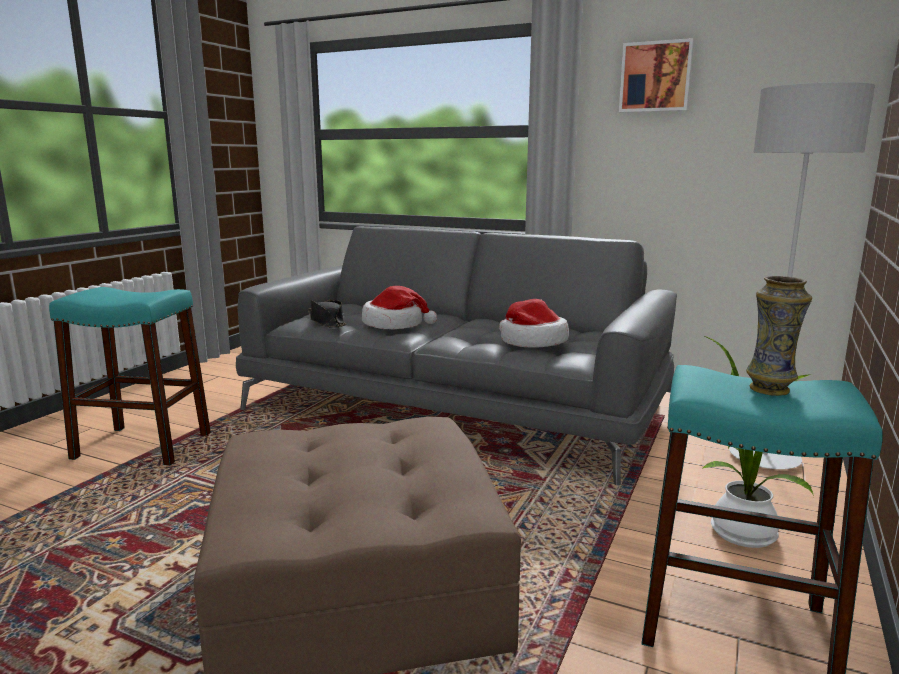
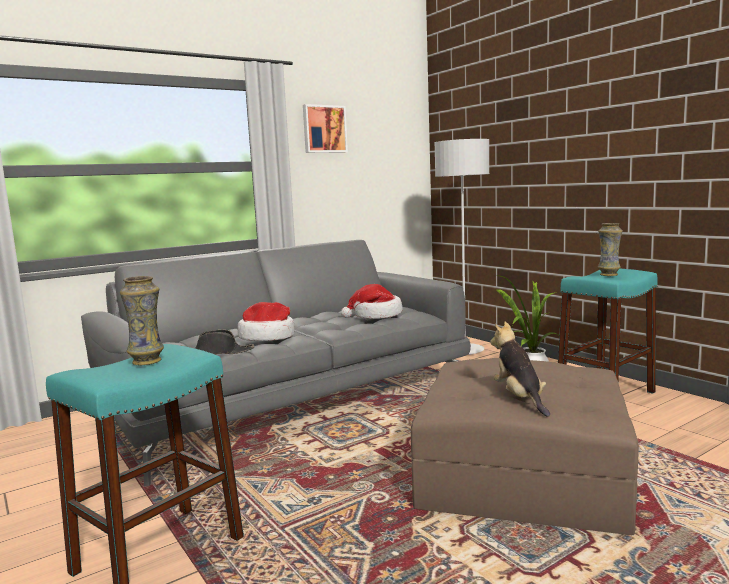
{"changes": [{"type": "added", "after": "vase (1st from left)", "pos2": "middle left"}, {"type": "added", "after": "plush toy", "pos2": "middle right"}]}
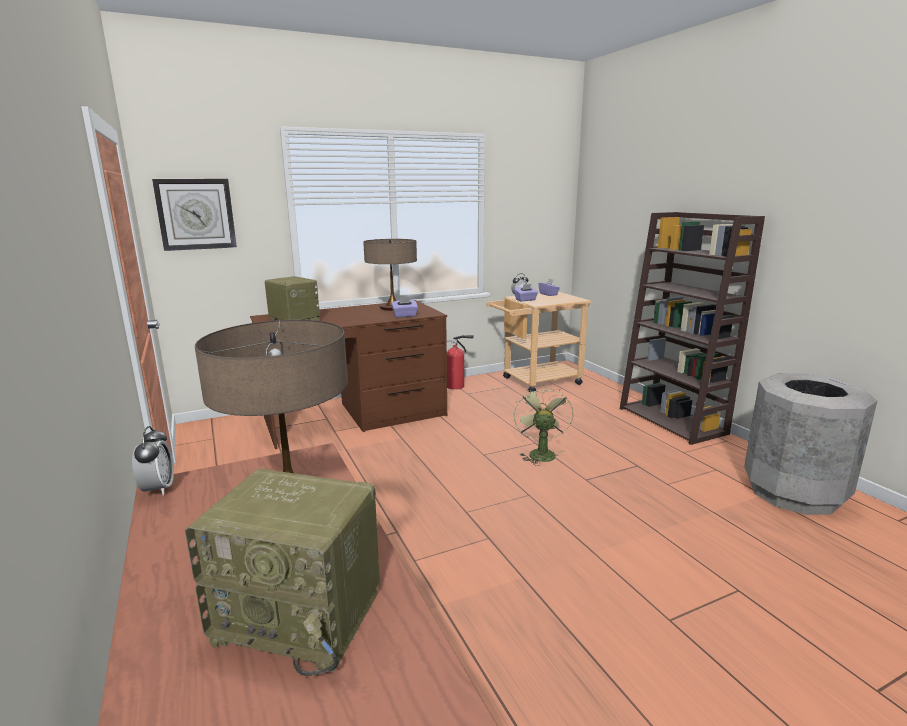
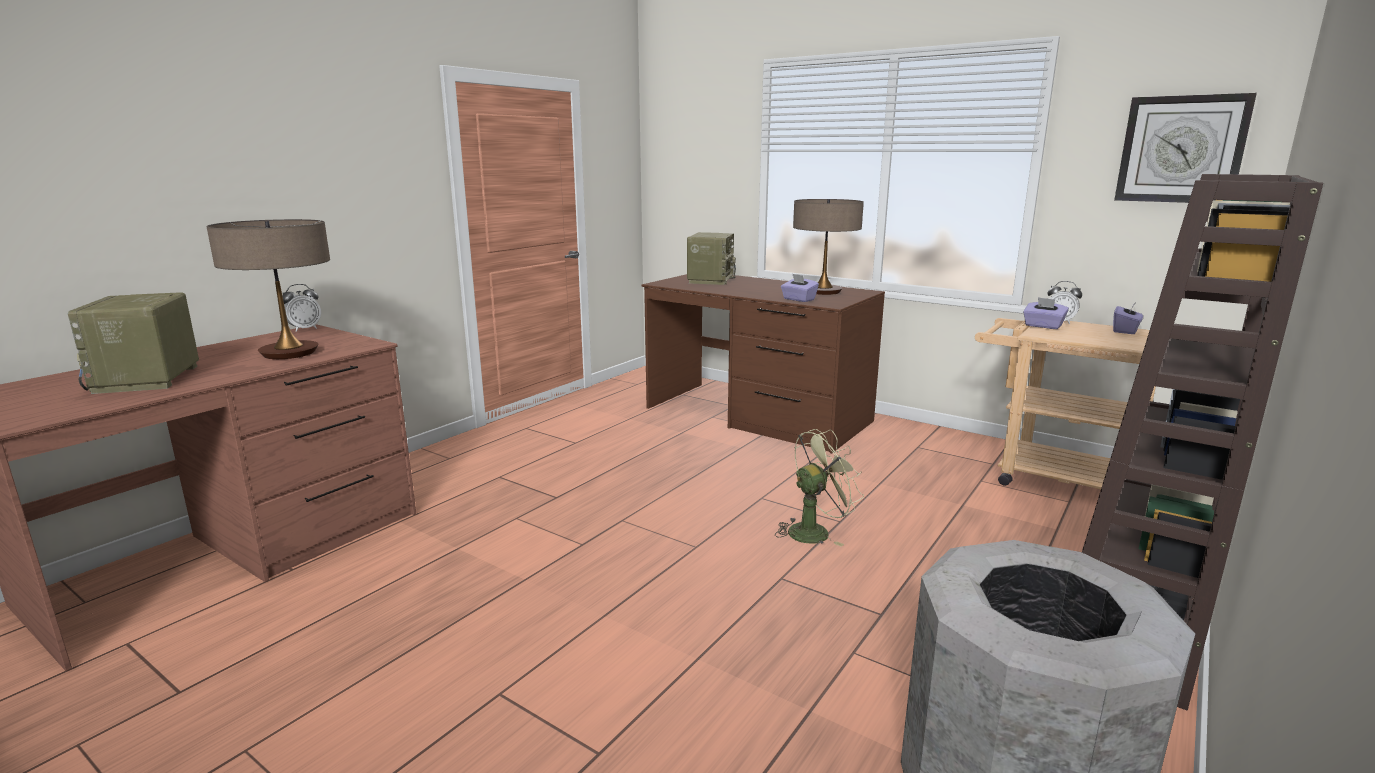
{"changes": [{"type": "moved", "before": "wall clock", "pos1": "top left", "pos2": "top right"}, {"type": "removed", "before": "fire extinguisher", "pos1": "centre"}]}
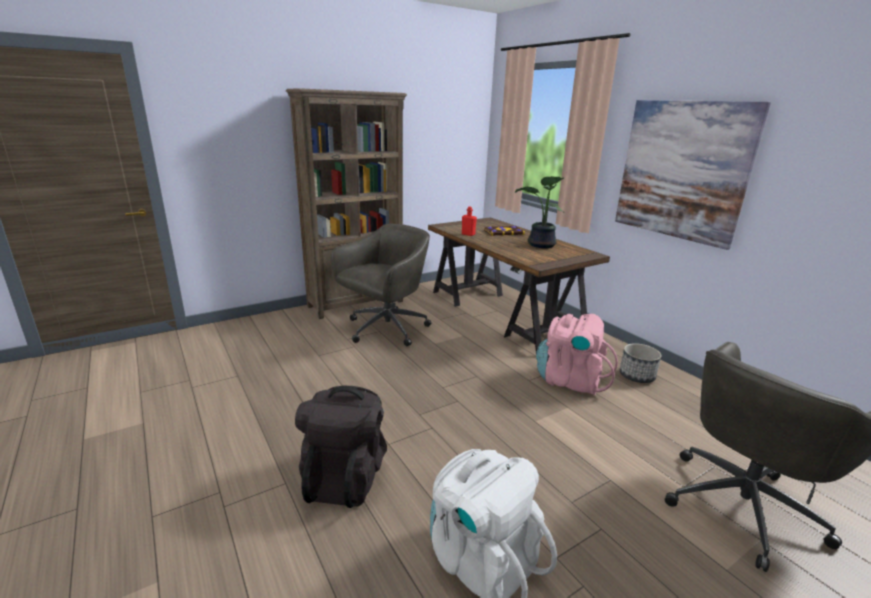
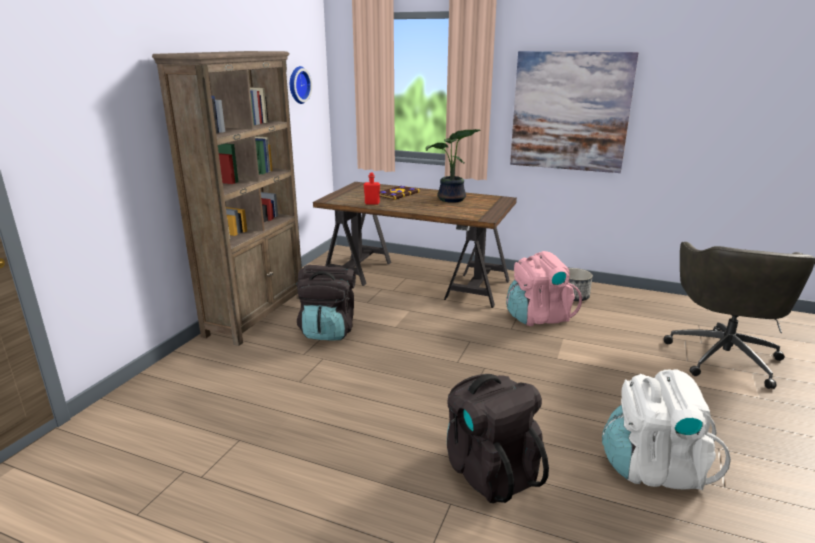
{"changes": [{"type": "added", "after": "wall clock", "pos2": "top centre"}, {"type": "replaced", "before": "office chair/grey (1st from left)", "after": "backpack/black (1st from left)", "pos1": "centre", "pos2": "centre"}]}
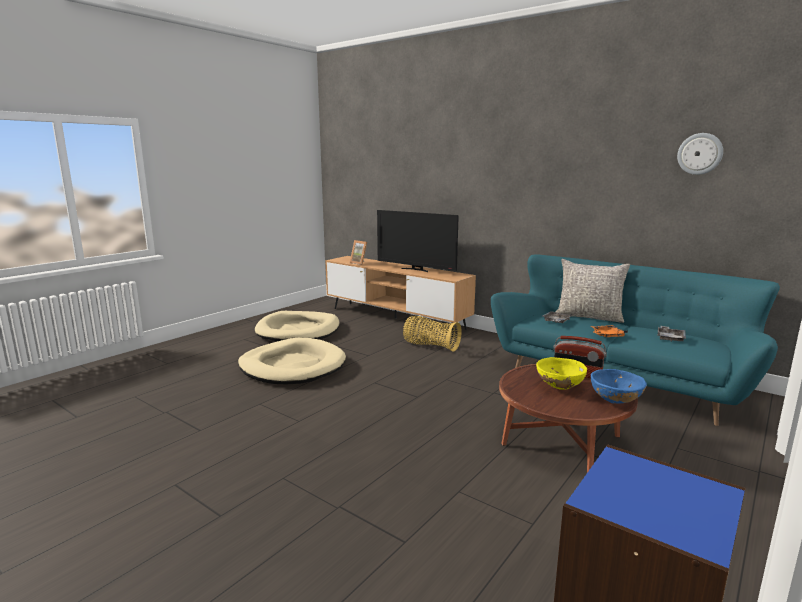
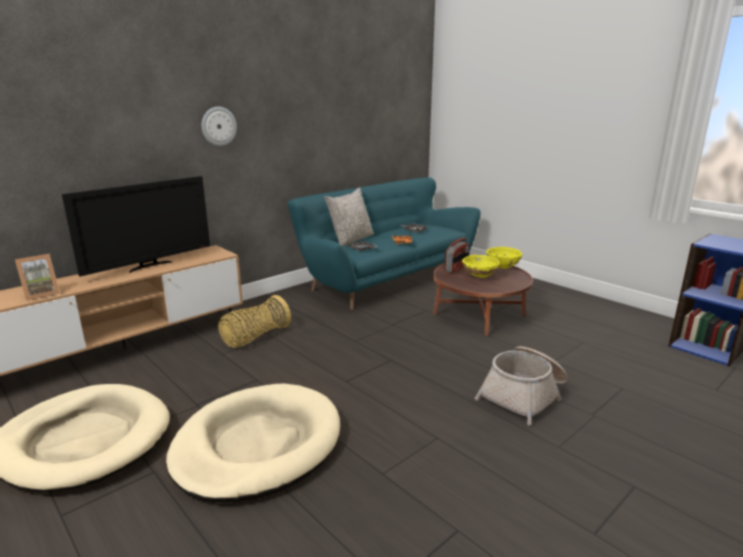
{"changes": [{"type": "moved", "before": "wall clock", "pos1": "top right", "pos2": "top left"}, {"type": "added", "after": "basket (2nd from left)", "pos2": "bottom right"}, {"type": "recoloured", "before": "bowl/blue", "after": "bowl/yellow (2nd from left)", "pos1": "middle right", "pos2": "middle right"}]}
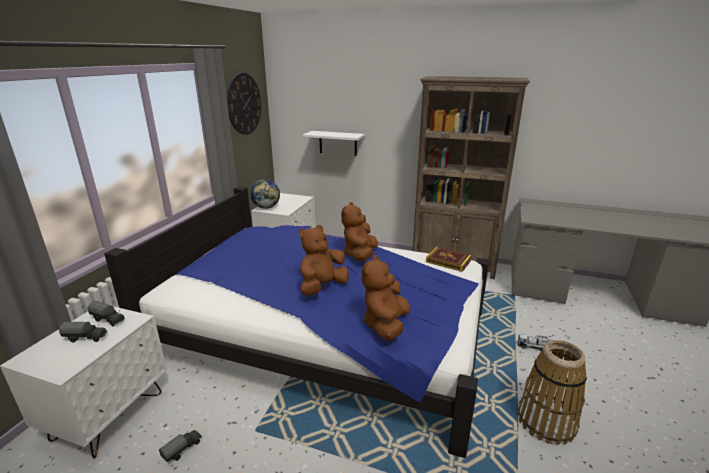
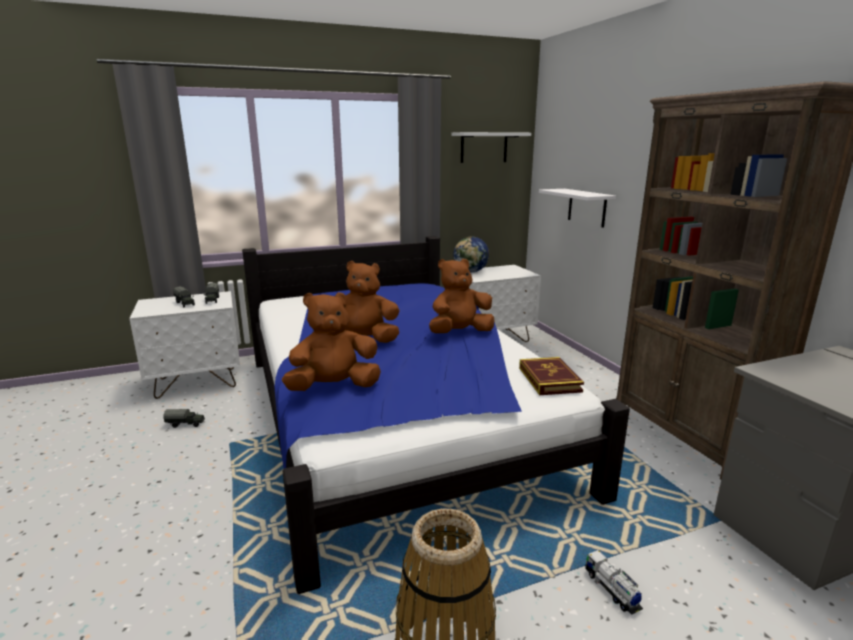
{"changes": [{"type": "replaced", "before": "wall clock", "after": "shelf/white (1st from left)", "pos1": "top centre", "pos2": "top centre"}]}
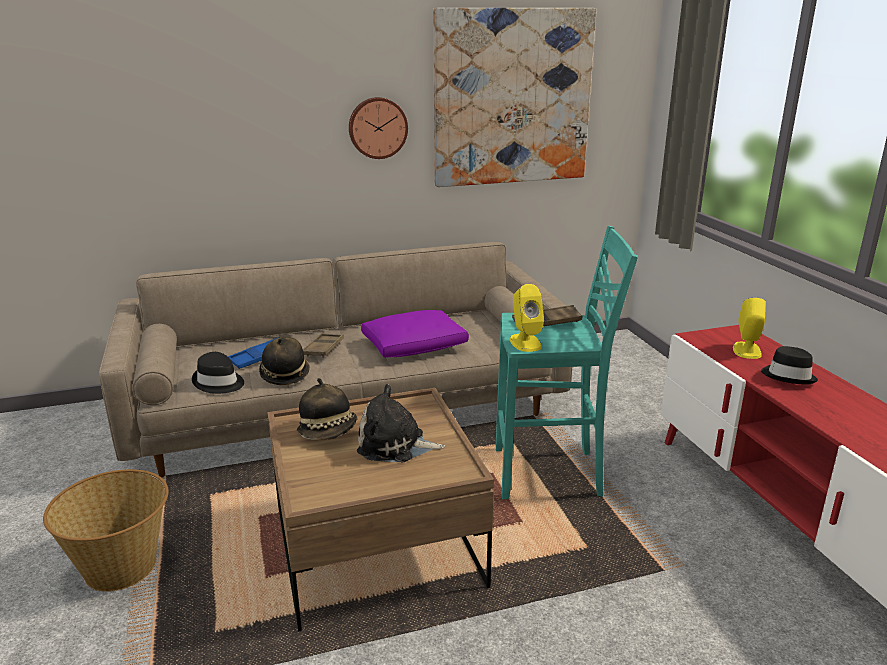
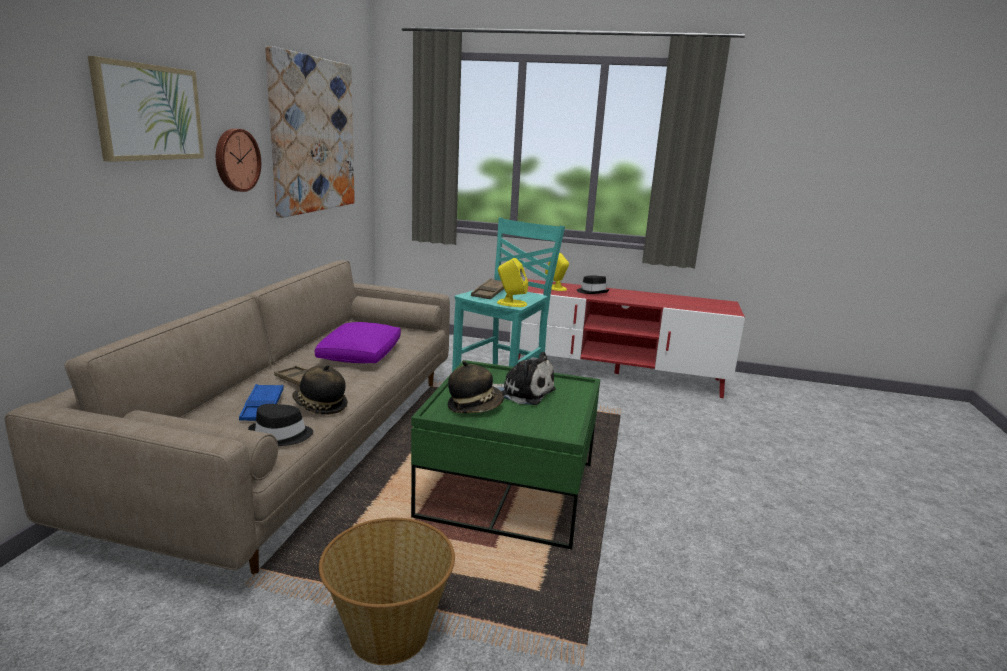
{"changes": [{"type": "added", "after": "picture (1st from left)", "pos2": "top left"}, {"type": "recoloured", "before": "coffee table/brown", "after": "coffee table/green", "pos1": "bottom centre", "pos2": "bottom centre"}, {"type": "turned", "before": "plush toy", "pos1": "centre", "pos2": "centre", "turn": -105}]}
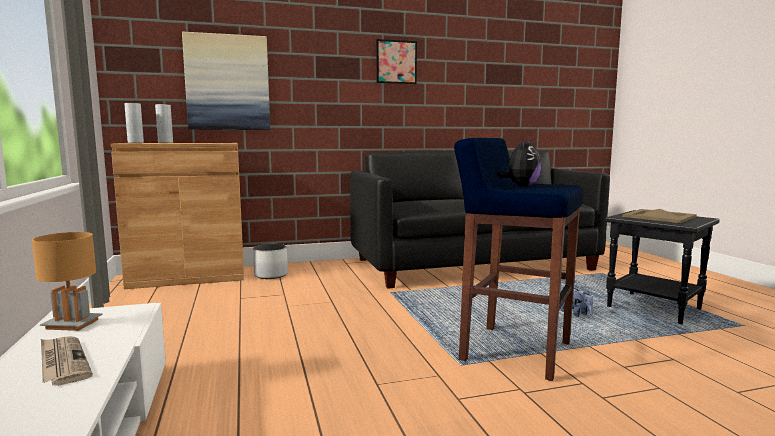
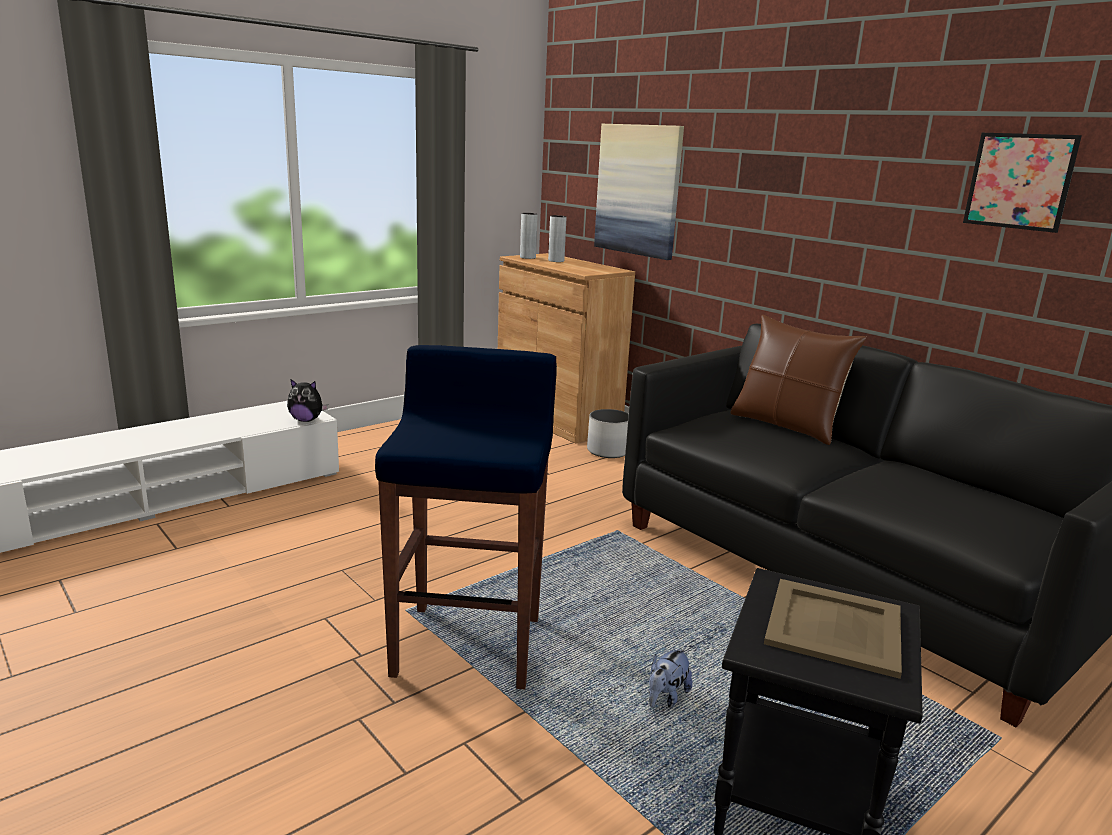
{"changes": [{"type": "moved", "before": "plush toy (1st from left)", "pos1": "middle right", "pos2": "middle left"}, {"type": "added", "after": "pillow/brown", "pos2": "middle right"}, {"type": "moved", "before": "picture (2nd from left)", "pos1": "top centre", "pos2": "top right"}, {"type": "removed", "before": "table lamp/brown", "pos1": "middle left"}, {"type": "removed", "before": "newspaper", "pos1": "bottom left"}]}
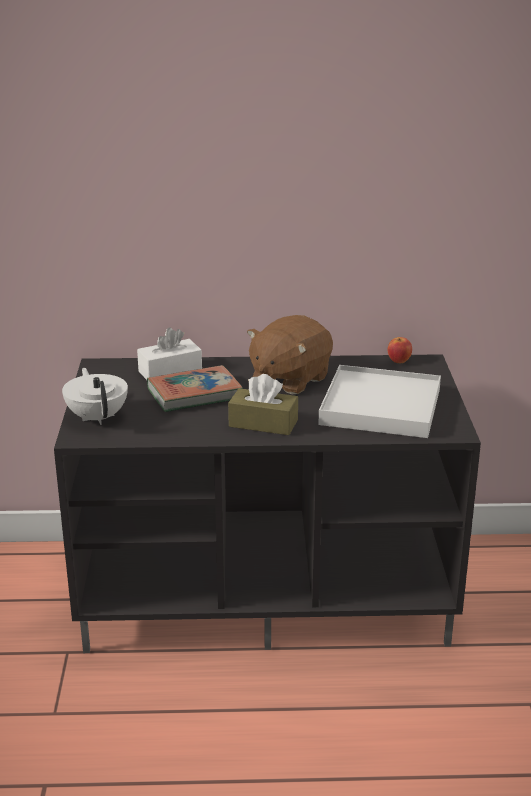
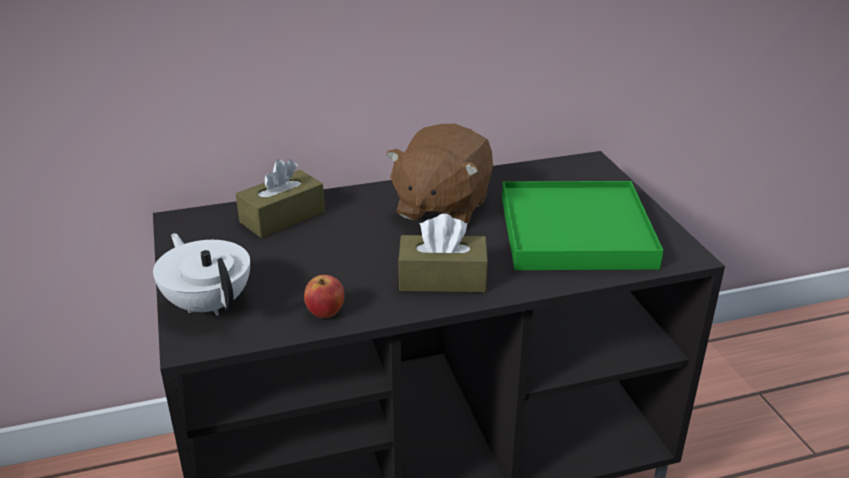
{"changes": [{"type": "recoloured", "before": "tissue box/white", "after": "tissue box/brown (1st from left)", "pos1": "middle left", "pos2": "middle left"}, {"type": "moved", "before": "apple", "pos1": "middle right", "pos2": "centre"}, {"type": "recoloured", "before": "tray/white", "after": "tray/green", "pos1": "middle right", "pos2": "middle right"}, {"type": "removed", "before": "book", "pos1": "centre"}]}
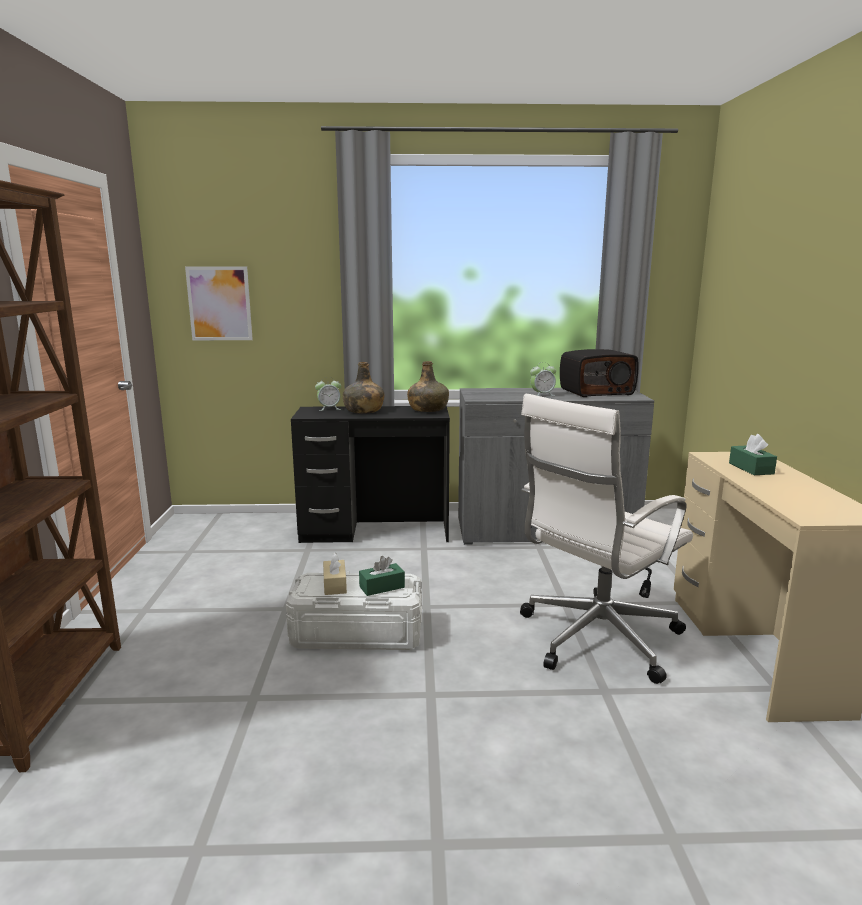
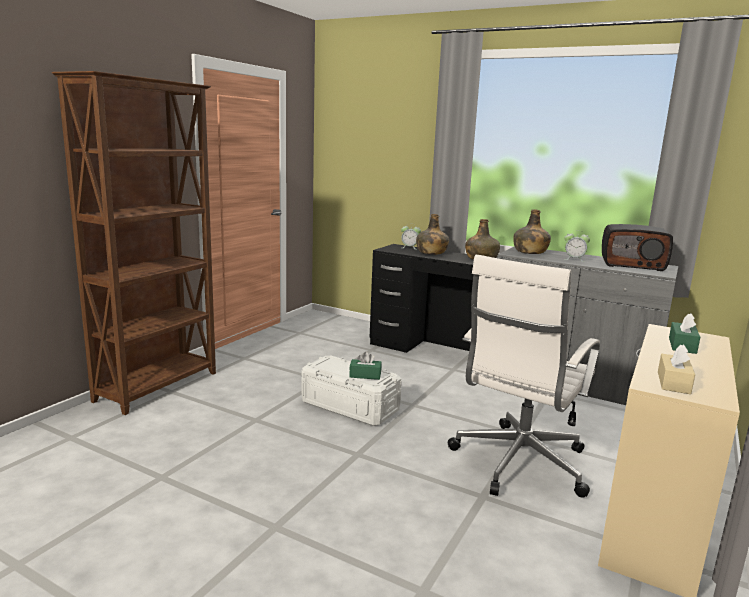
{"changes": [{"type": "turned", "before": "office chair/white", "pos1": "middle right", "pos2": "middle right", "turn": -45}, {"type": "added", "after": "bottle/green (3rd from left)", "pos2": "middle right"}, {"type": "moved", "before": "tissue box/beige", "pos1": "centre", "pos2": "middle right"}, {"type": "removed", "before": "picture", "pos1": "middle left"}]}
